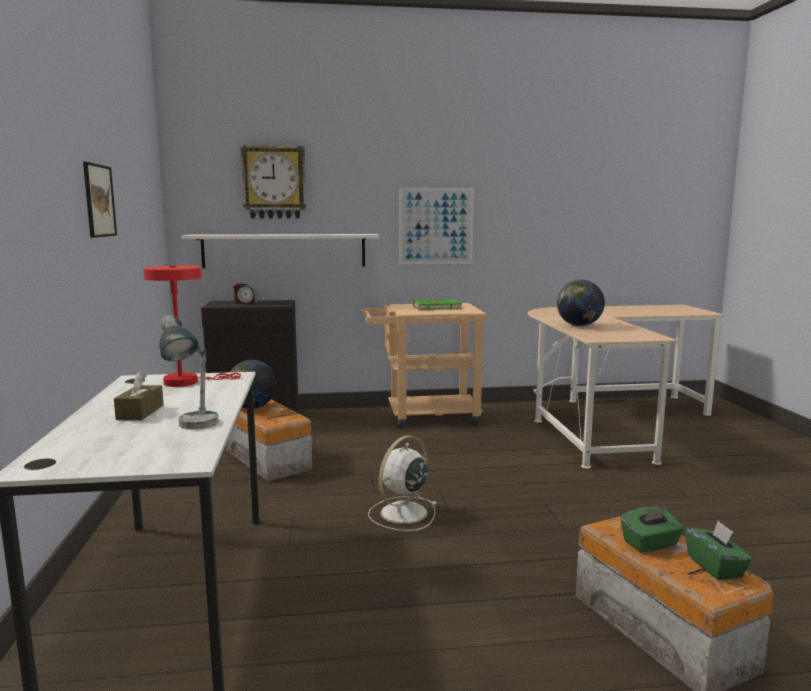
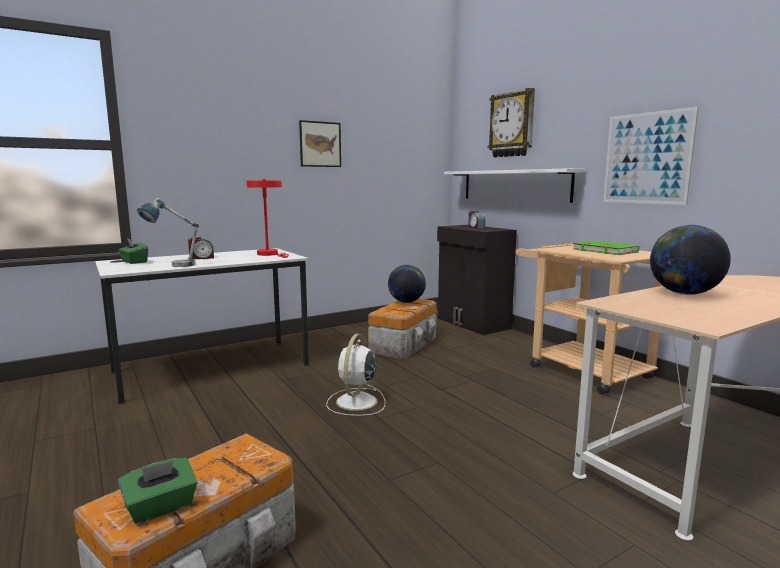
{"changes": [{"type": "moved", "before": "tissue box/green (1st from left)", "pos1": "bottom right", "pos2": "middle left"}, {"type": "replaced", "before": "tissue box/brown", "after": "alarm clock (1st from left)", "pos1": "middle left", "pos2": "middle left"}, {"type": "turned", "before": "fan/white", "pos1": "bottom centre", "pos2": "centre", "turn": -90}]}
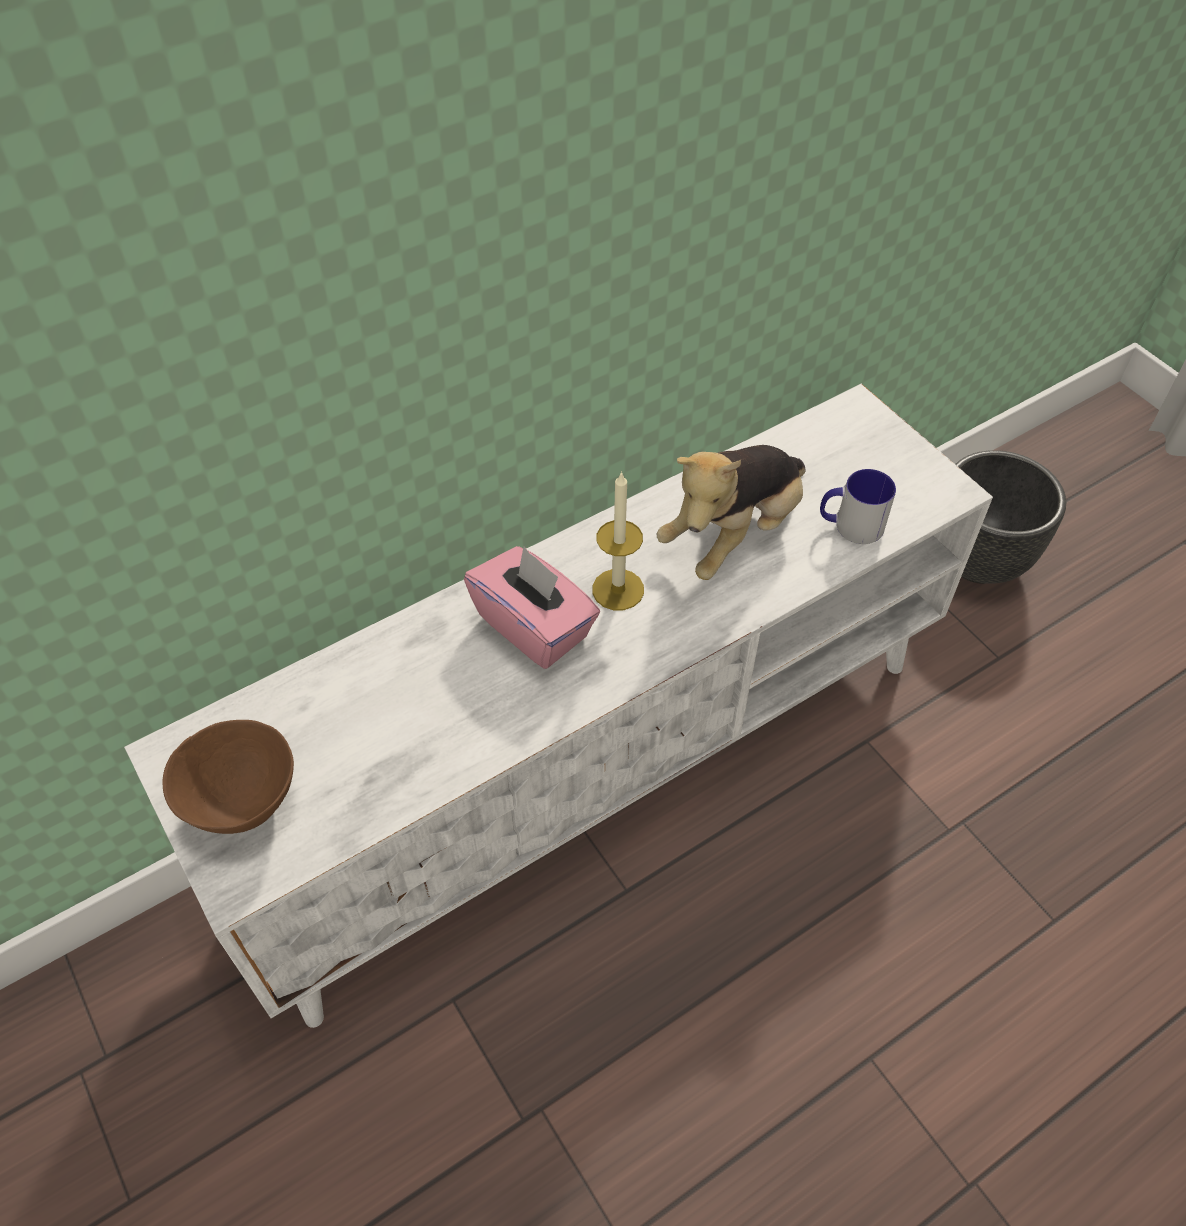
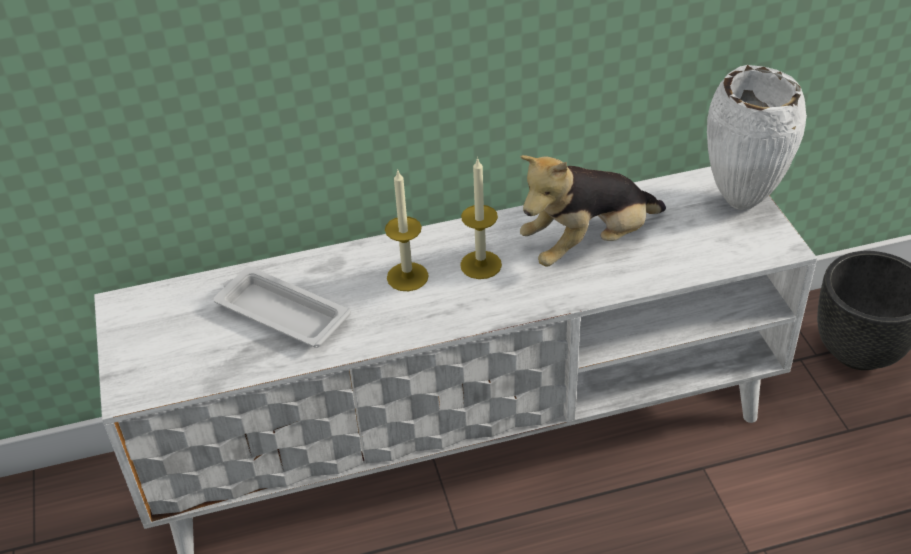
{"changes": [{"type": "added", "after": "tray/white", "pos2": "middle left"}, {"type": "replaced", "before": "tissue box/pink", "after": "candle (1st from left)", "pos1": "centre", "pos2": "centre"}, {"type": "added", "after": "vase/white", "pos2": "top right"}, {"type": "removed", "before": "bowl/brown", "pos1": "middle left"}, {"type": "removed", "before": "mug", "pos1": "middle right"}]}
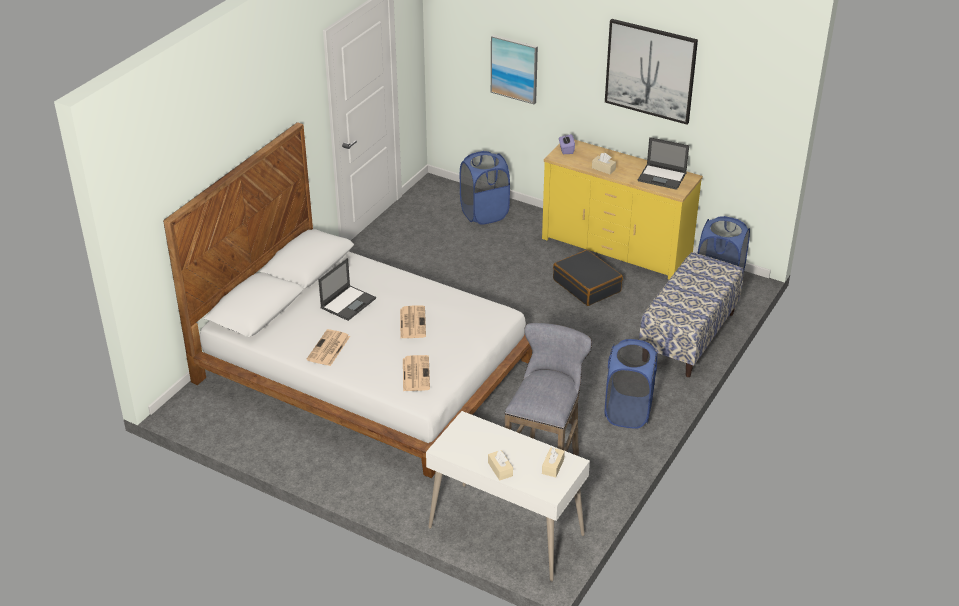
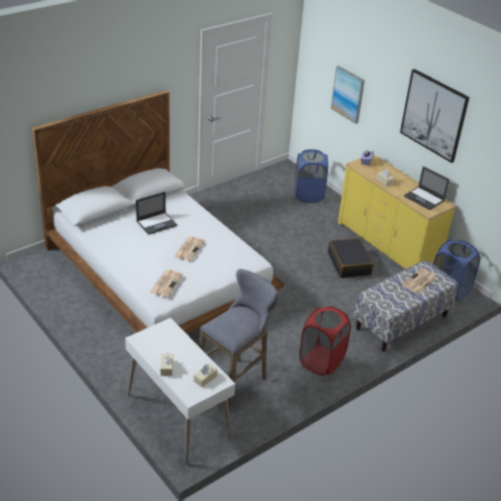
{"changes": [{"type": "recoloured", "before": "laundry basket/blue (2nd from left)", "after": "laundry basket/red", "pos1": "centre", "pos2": "bottom centre"}, {"type": "moved", "before": "newspaper (1st from left in the first image)", "after": "newspaper (3rd from left)", "pos1": "centre", "pos2": "middle right"}]}
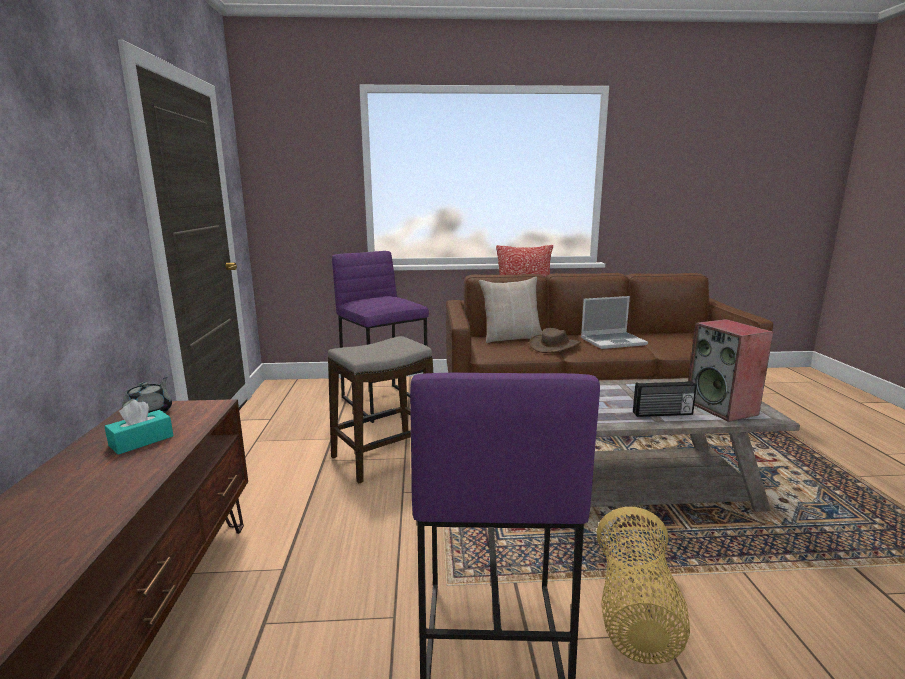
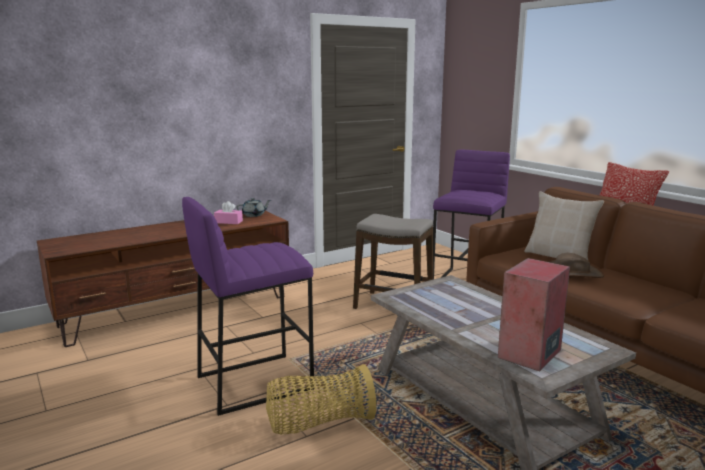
{"changes": [{"type": "recoloured", "before": "tissue box/turquoise", "after": "tissue box/pink", "pos1": "middle left", "pos2": "middle left"}, {"type": "removed", "before": "laptop", "pos1": "middle right"}, {"type": "removed", "before": "radio", "pos1": "middle right"}]}
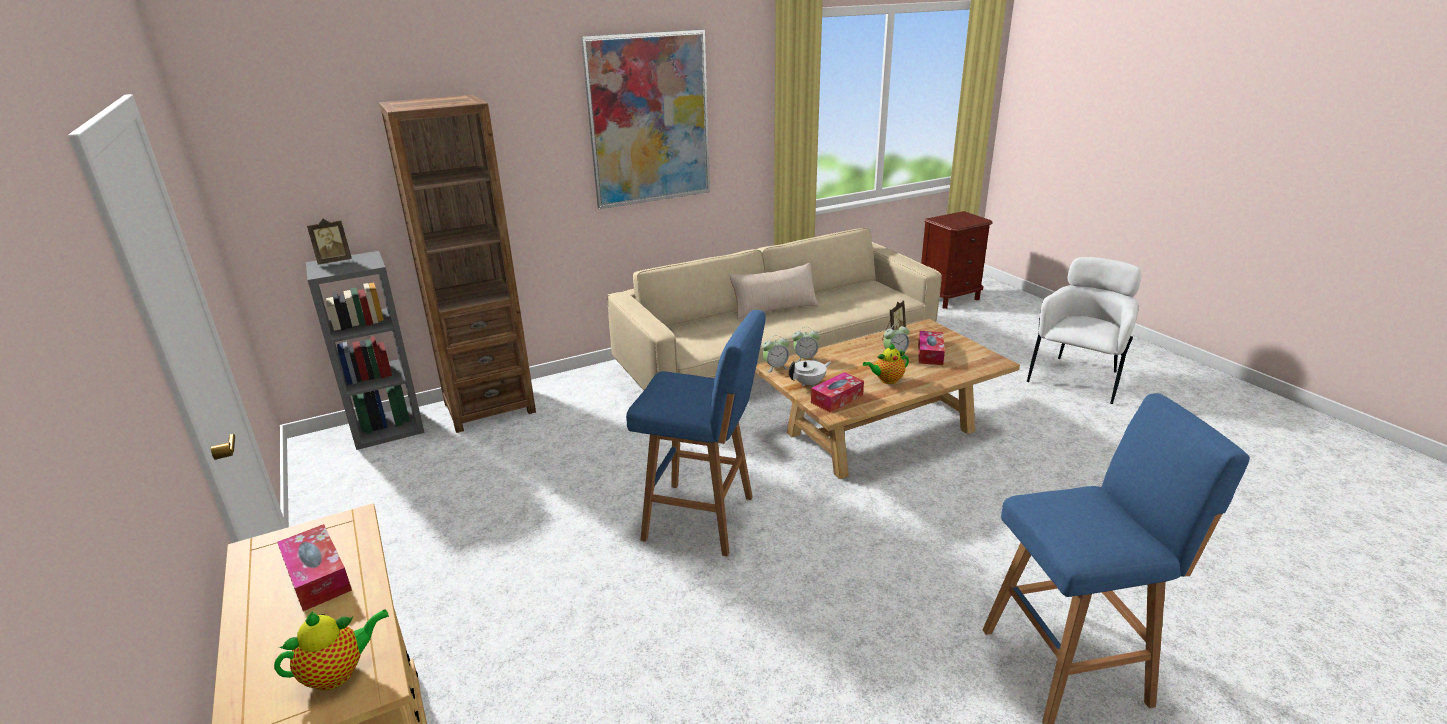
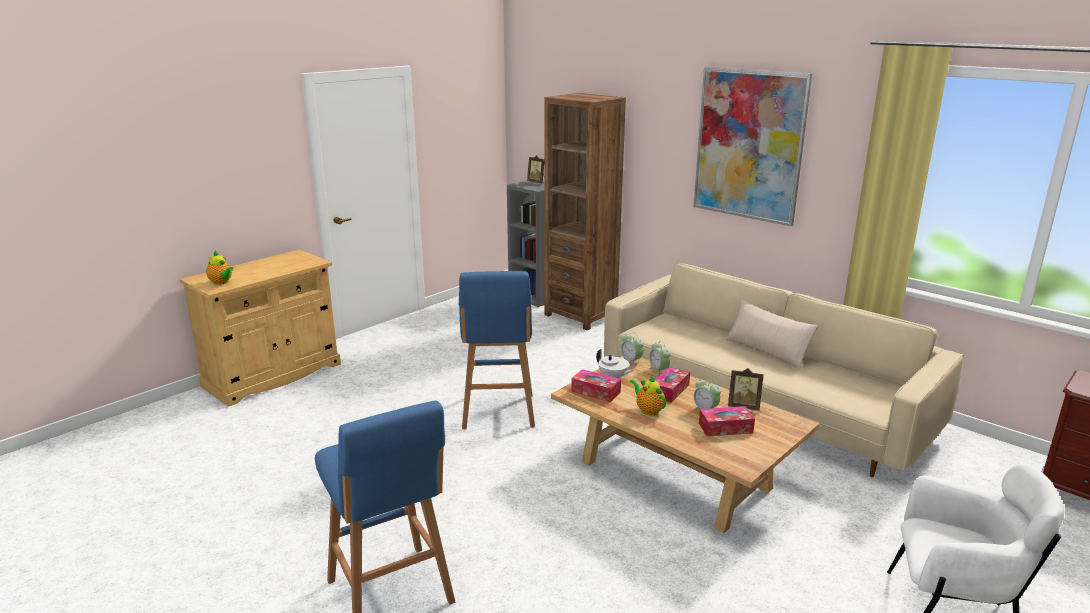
{"changes": [{"type": "moved", "before": "tissue box (1st from left in the first image)", "after": "tissue box (2nd from left)", "pos1": "bottom left", "pos2": "centre"}]}
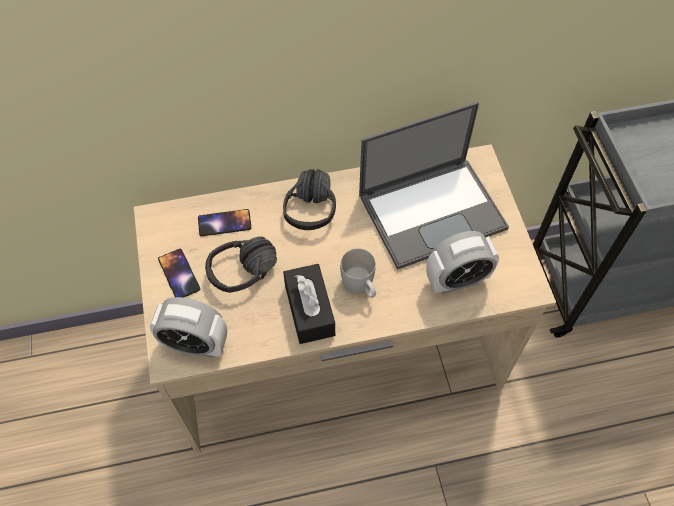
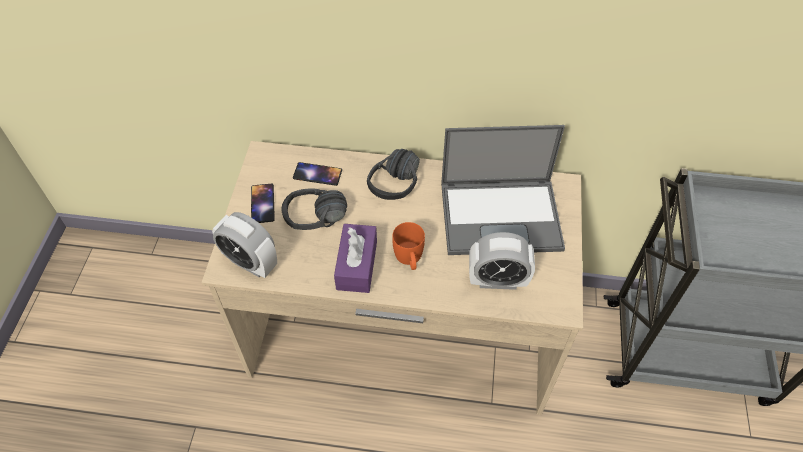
{"changes": [{"type": "recoloured", "before": "tissue box/black", "after": "tissue box/purple", "pos1": "centre", "pos2": "centre"}, {"type": "recoloured", "before": "mug/white", "after": "mug/orange", "pos1": "centre", "pos2": "centre"}]}
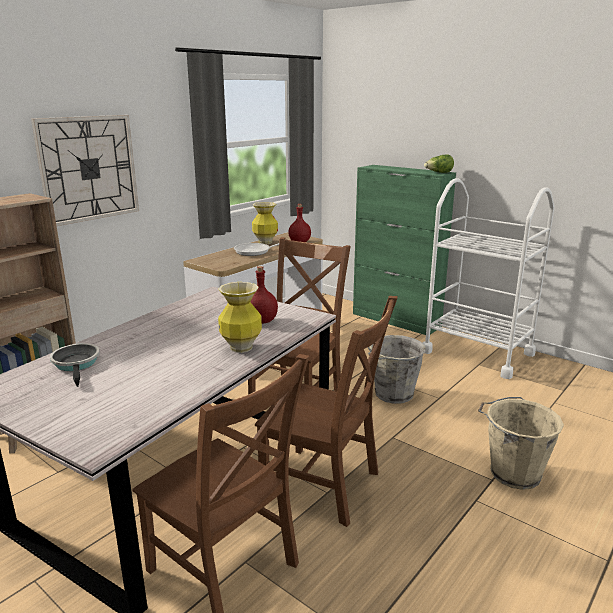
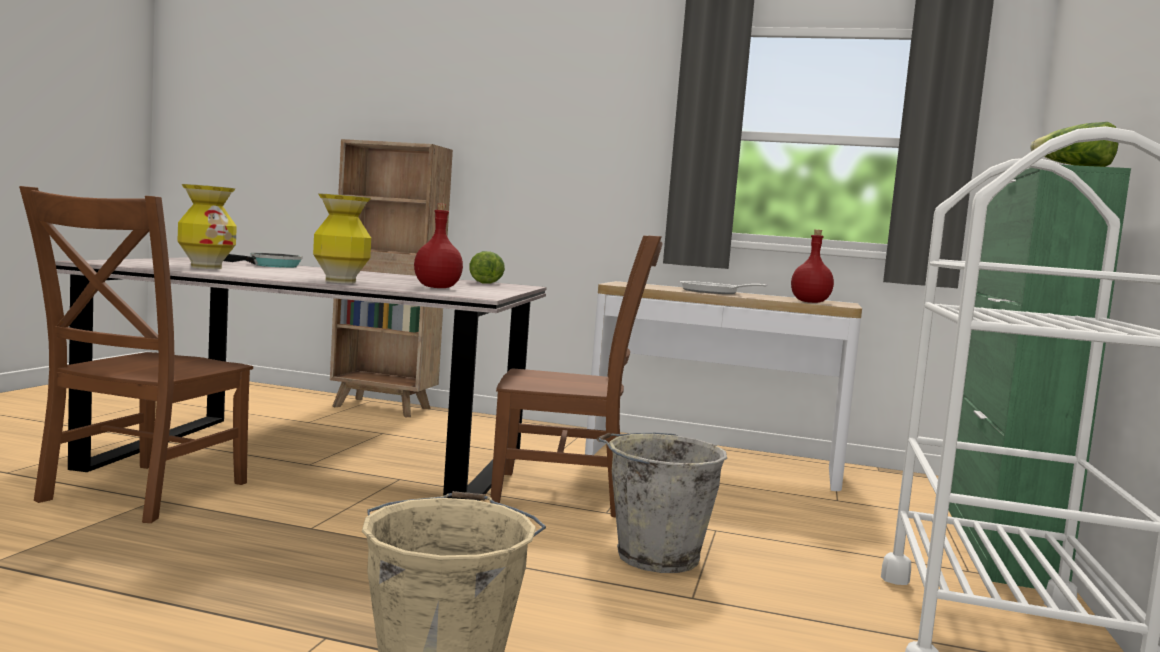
{"changes": [{"type": "moved", "before": "vase (2nd from left in the first image)", "after": "vase (1st from left)", "pos1": "centre", "pos2": "middle left"}, {"type": "added", "after": "lettuce (1st from left)", "pos2": "centre"}, {"type": "removed", "before": "wall clock", "pos1": "top left"}, {"type": "removed", "before": "chair/brown (3rd from left)", "pos1": "bottom centre"}]}
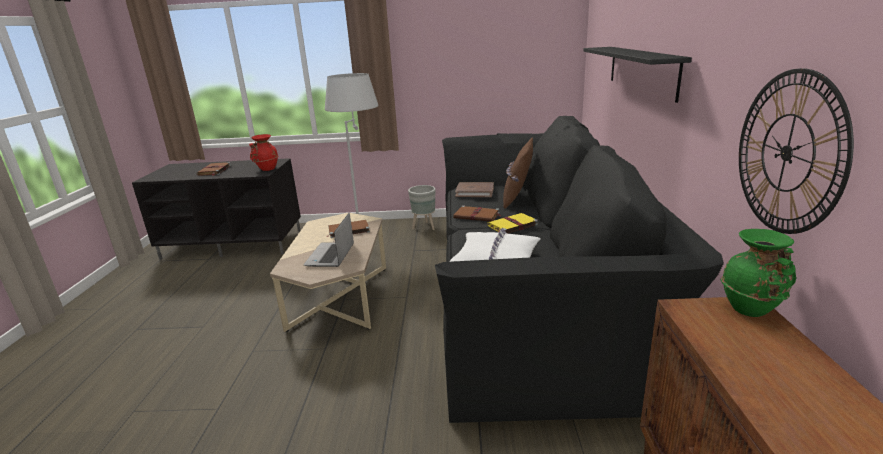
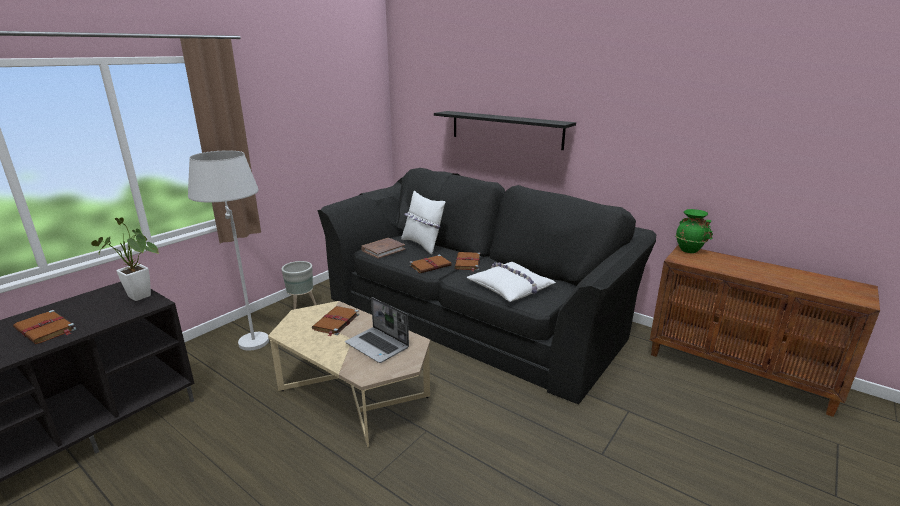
{"changes": [{"type": "replaced", "before": "vase/red", "after": "potted plant", "pos1": "middle left", "pos2": "middle left"}, {"type": "recoloured", "before": "pillow/brown", "after": "pillow/white (1st from left)", "pos1": "centre", "pos2": "centre"}, {"type": "recoloured", "before": "book/yellow", "after": "book/brown (5th from left)", "pos1": "centre", "pos2": "centre"}, {"type": "removed", "before": "wall clock", "pos1": "top right"}]}
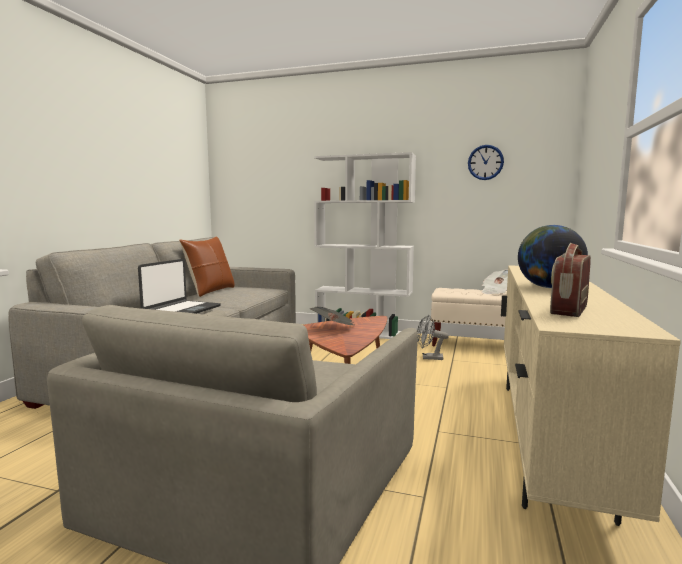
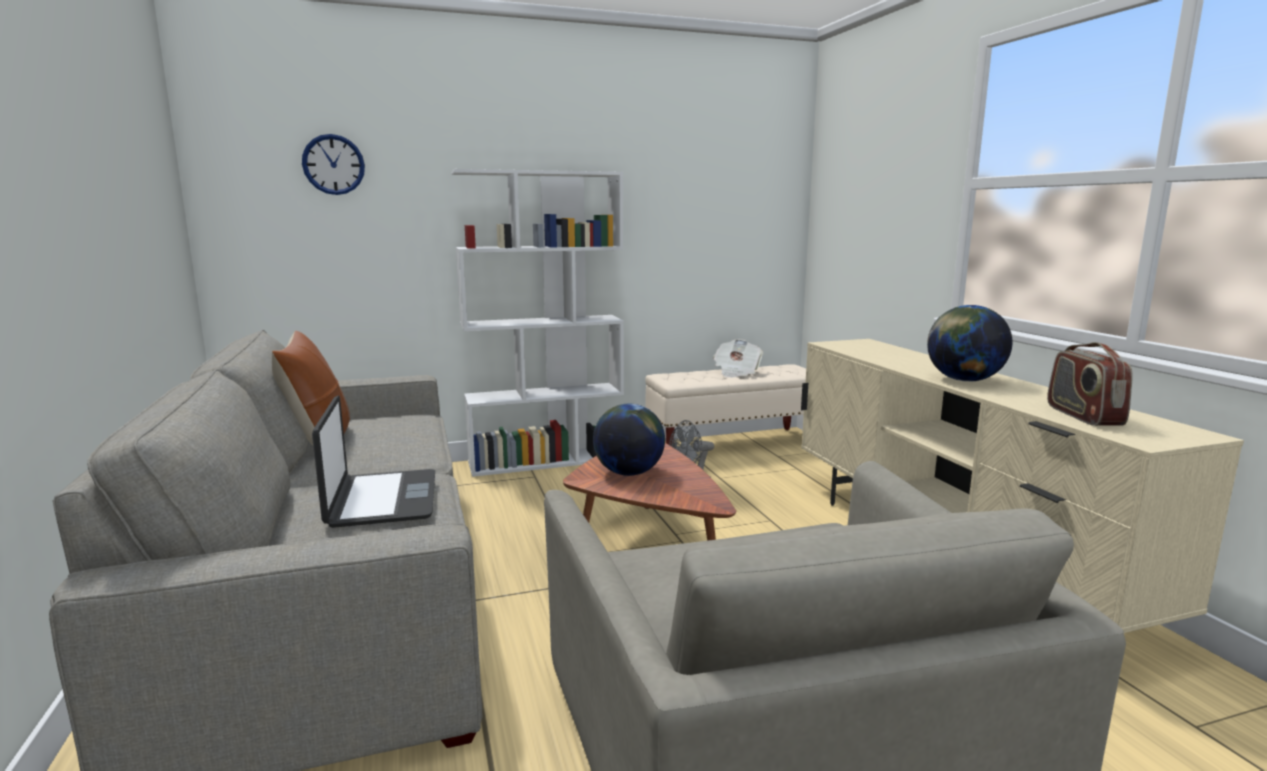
{"changes": [{"type": "moved", "before": "wall clock", "pos1": "top right", "pos2": "top left"}, {"type": "replaced", "before": "newspaper (1st from left)", "after": "globe (1st from left)", "pos1": "centre", "pos2": "centre"}]}
